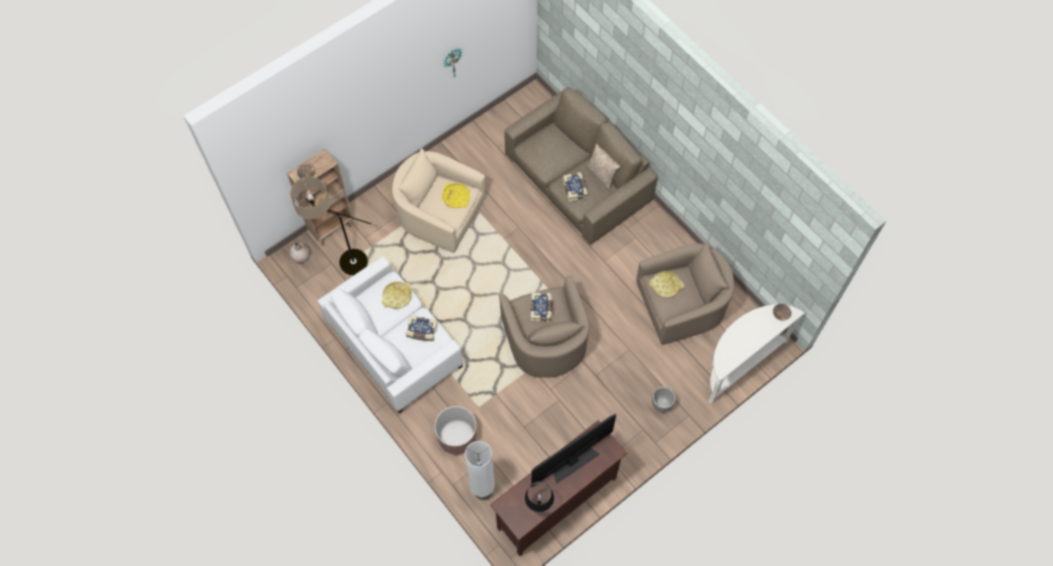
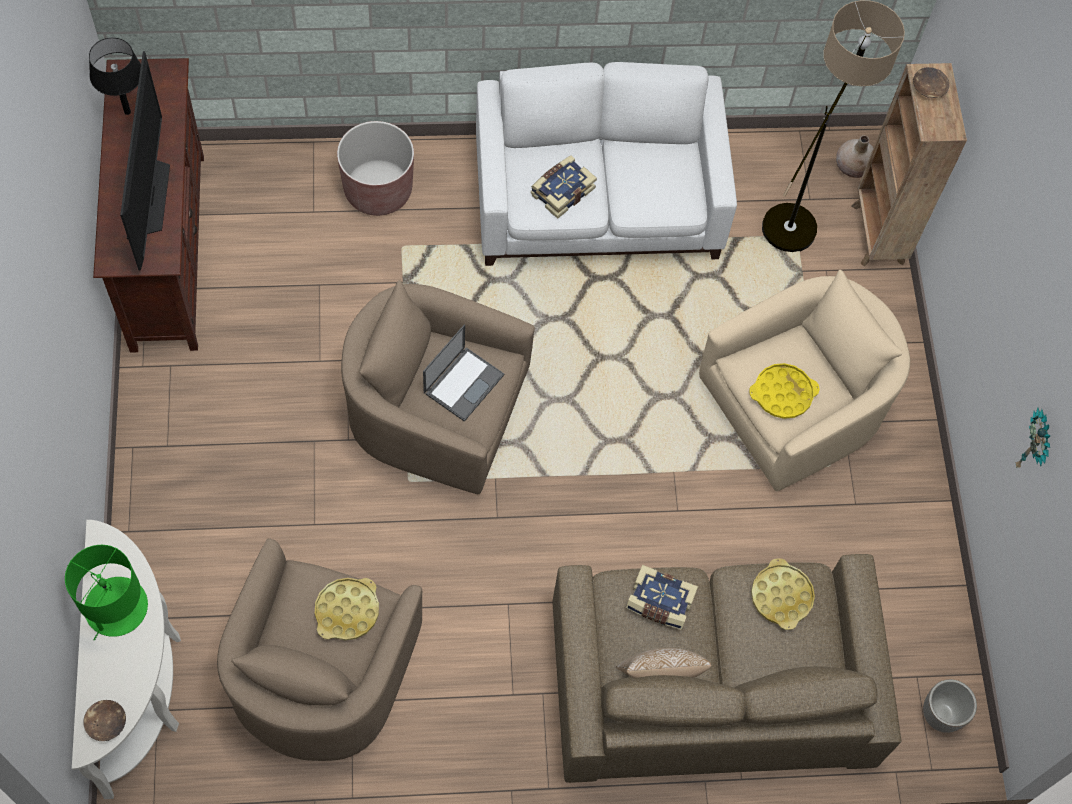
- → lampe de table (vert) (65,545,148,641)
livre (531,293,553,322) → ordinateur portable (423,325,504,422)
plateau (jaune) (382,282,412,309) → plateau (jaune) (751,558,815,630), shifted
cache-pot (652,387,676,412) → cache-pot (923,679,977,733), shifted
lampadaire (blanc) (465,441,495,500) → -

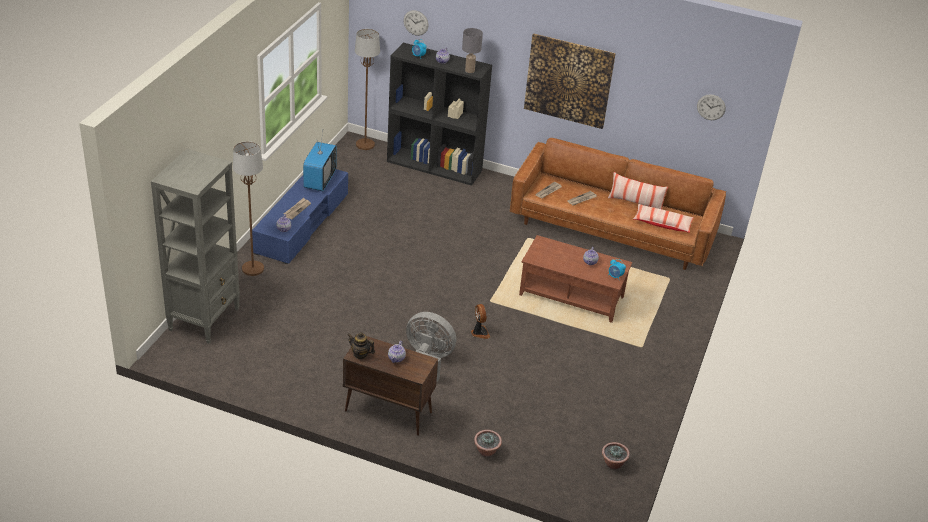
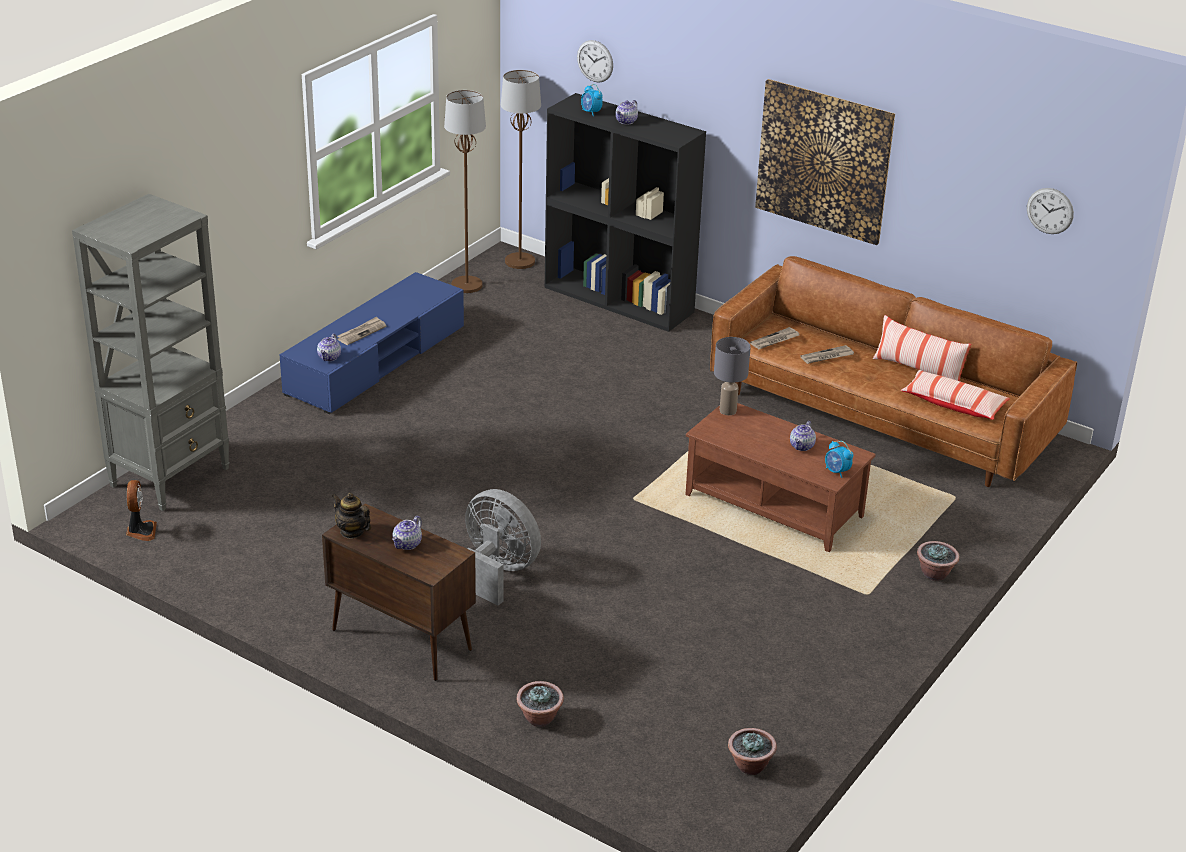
ventilateur (471,304,490,339) → ventilateur (126,480,157,541), shifted
lampadaire (marron) (233,141,264,276) → lampadaire (marron) (444,90,486,293), shifted
lampe de table (gris) (462,28,483,73) → lampe de table (gris) (714,337,751,415), shifted
- → plante en pot (917,541,959,581)
téléviseur (303,132,337,191) → -

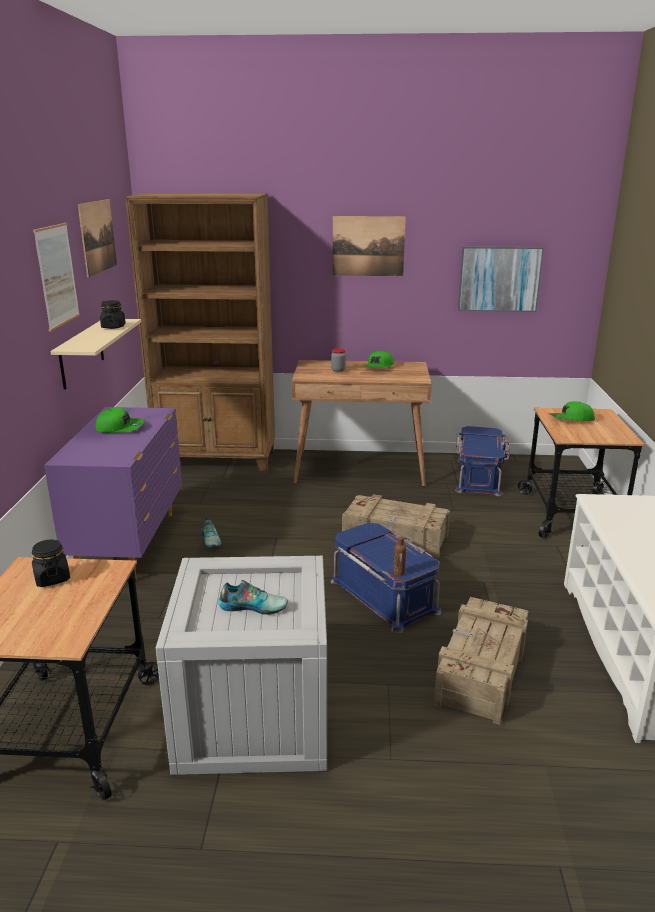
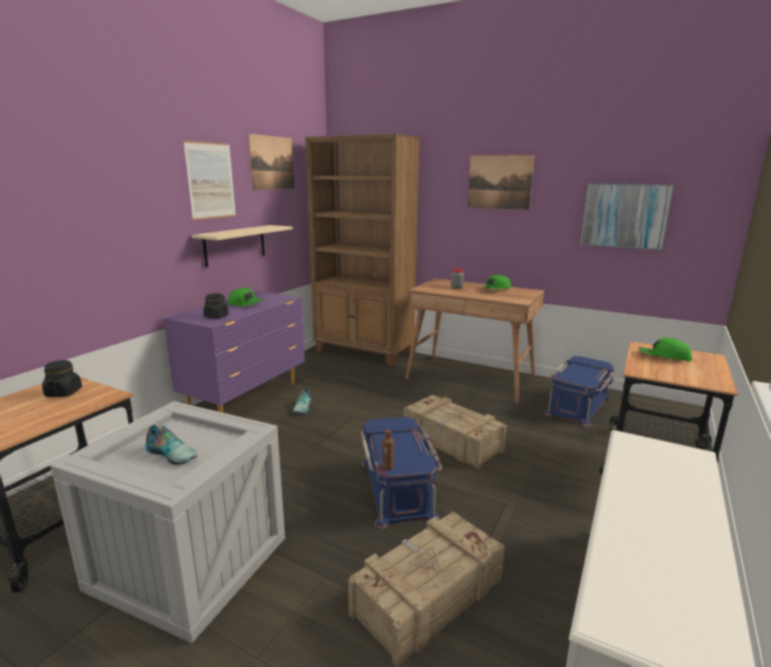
bocal (noir) (100,300,126,329) → bocal (noir) (203,293,229,319), shifted

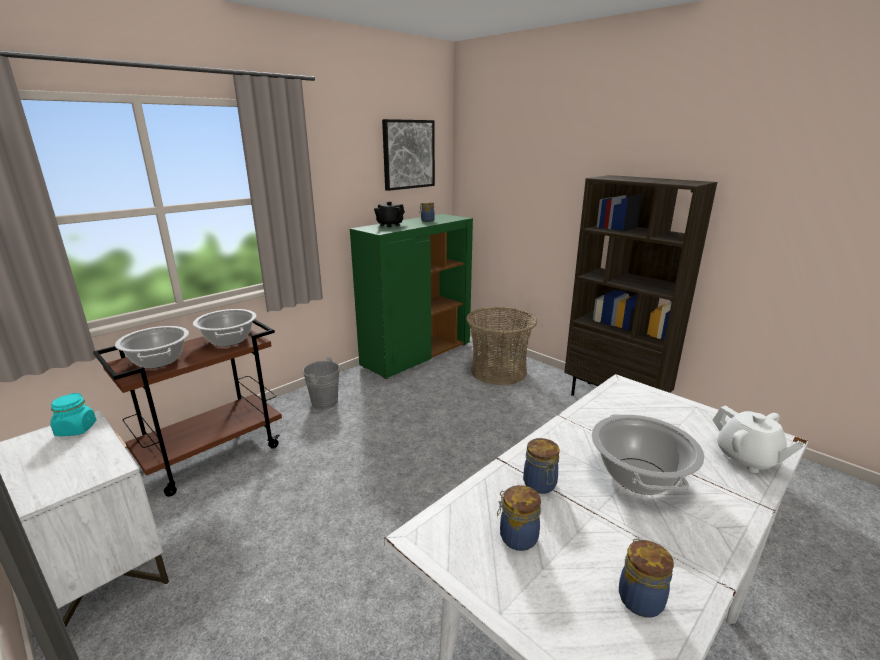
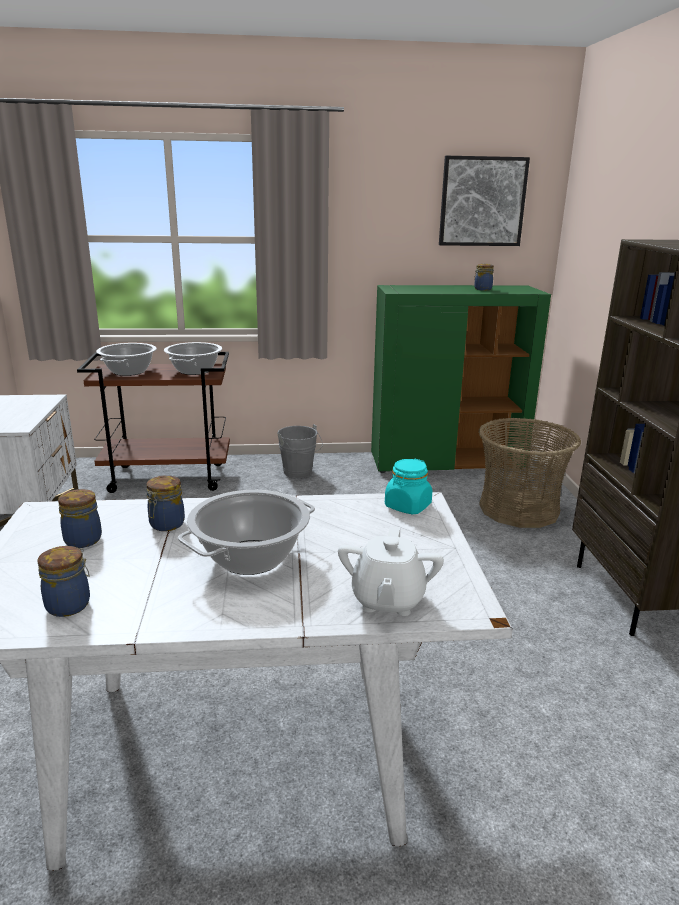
bocal (turquoise) (50,393,96,436) → bocal (turquoise) (385,459,432,514), shifted
théière (noir) (374,202,405,227) → -

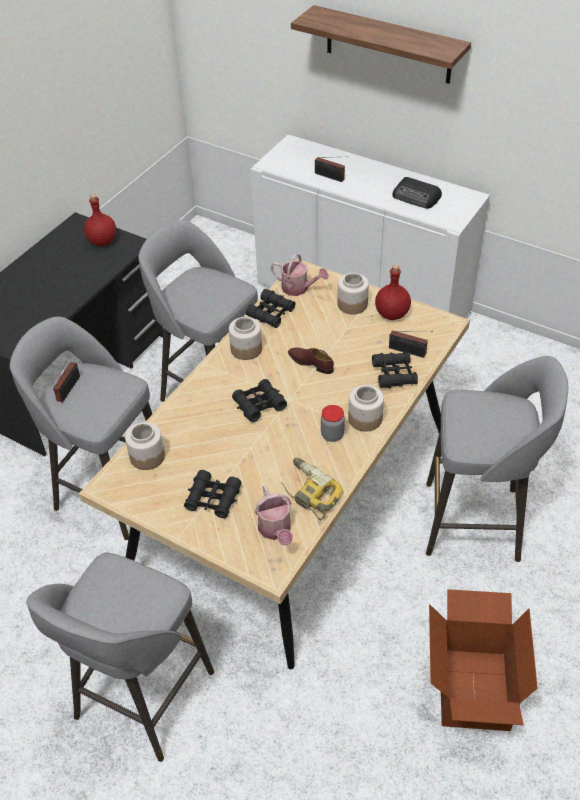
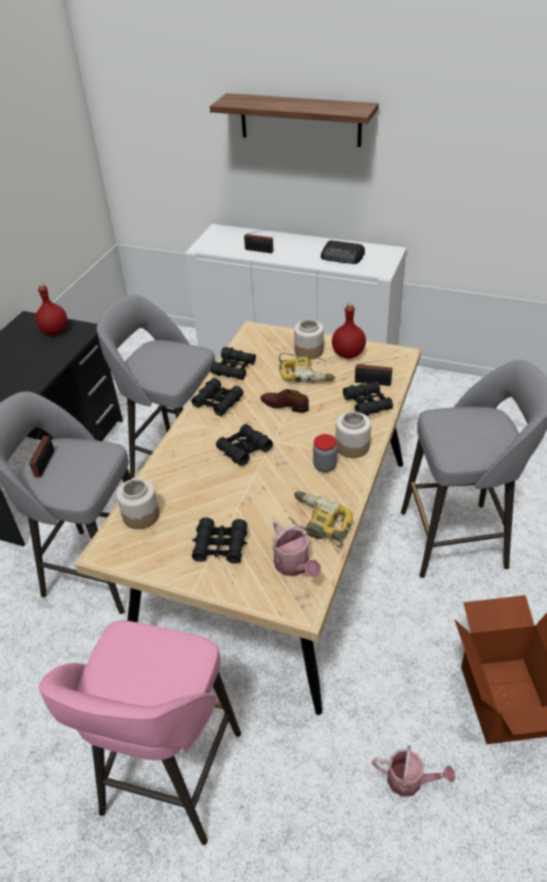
tabouret (gris) (26,553,214,762) → tabouret (rose) (39,621,241,845)
bocal (229,317,262,360) → jumelles (noir) (191,378,244,416)
- → perceuse (279,353,335,383)
arrosoir (271,254,328,296) → arrosoir (372,745,456,797), shifted

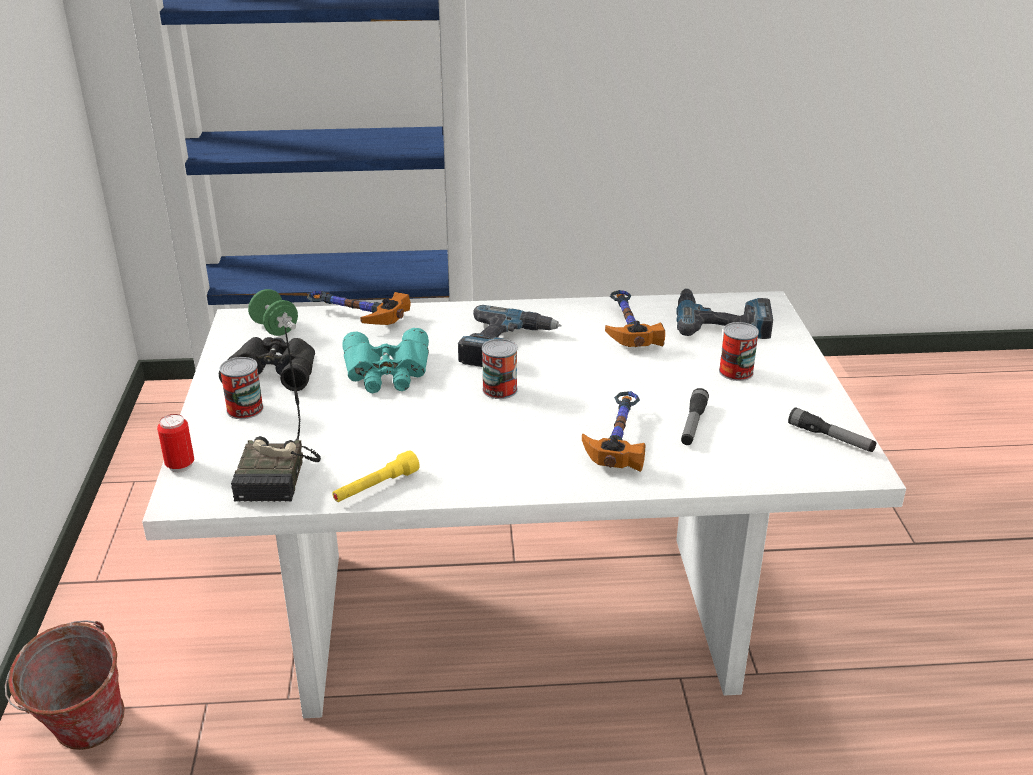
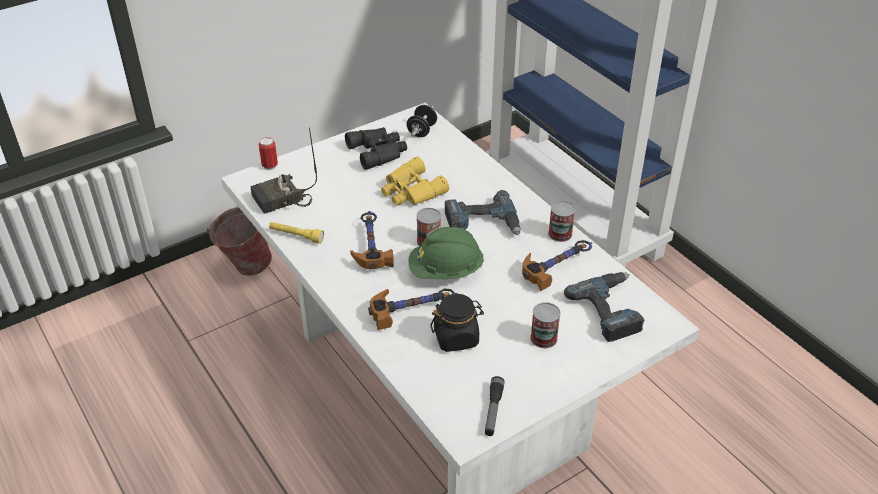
marteau (307,291,411,325) → marteau (350,211,394,269), shifted
jumelles (turquoise) (342,328,429,393) → jumelles (jaune) (381,156,449,206)
haltère (vert) (248,289,298,336) → haltère (noir) (407,105,437,137)
- → casque de chantier (vert) (408,227,484,279)
lampe de poche (681,388,709,445) → bocal (noir) (430,294,484,352)
boîte métallique (220,357,264,419) → boîte métallique (548,201,575,242), shifted

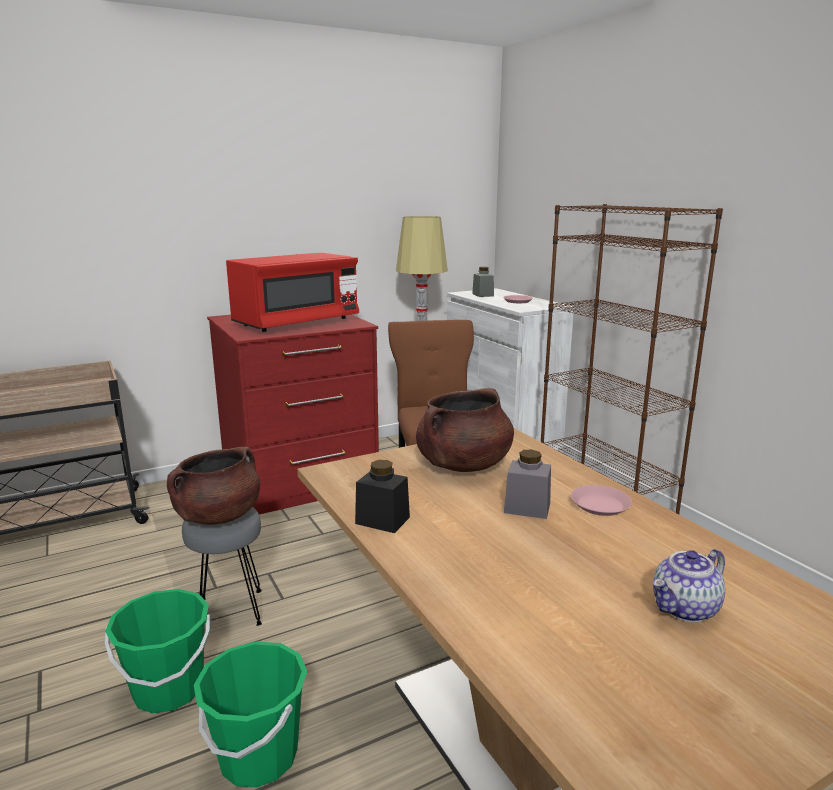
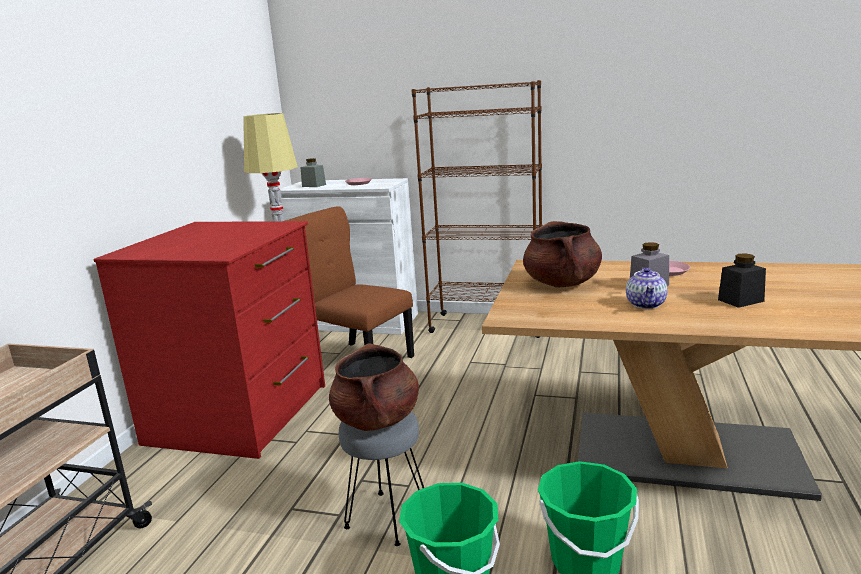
théière (653,549,725,622) → théière (626,267,667,309), shifted
bocal (noir) (355,460,410,533) → bocal (noir) (718,253,766,308), shifted
micro-ondes (rouge) (226,253,359,332) → -

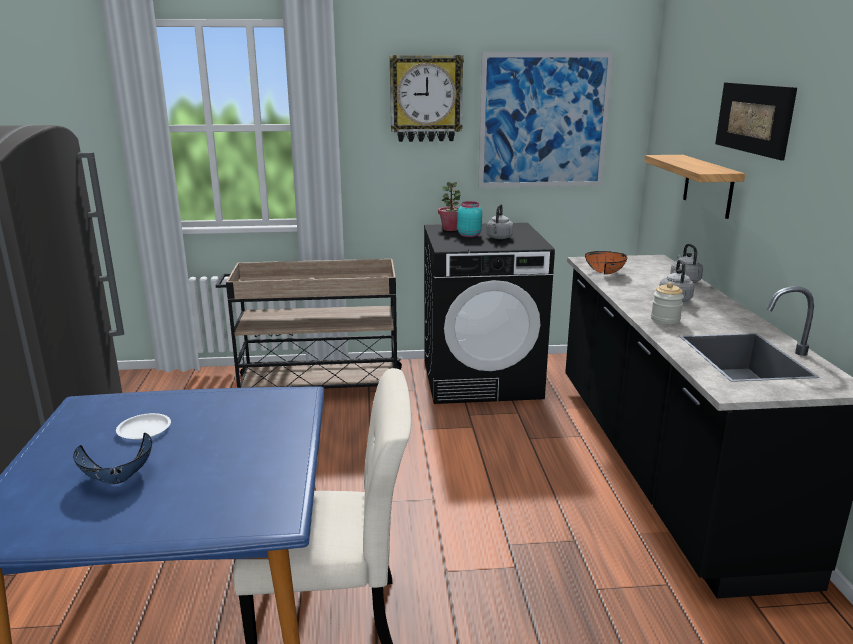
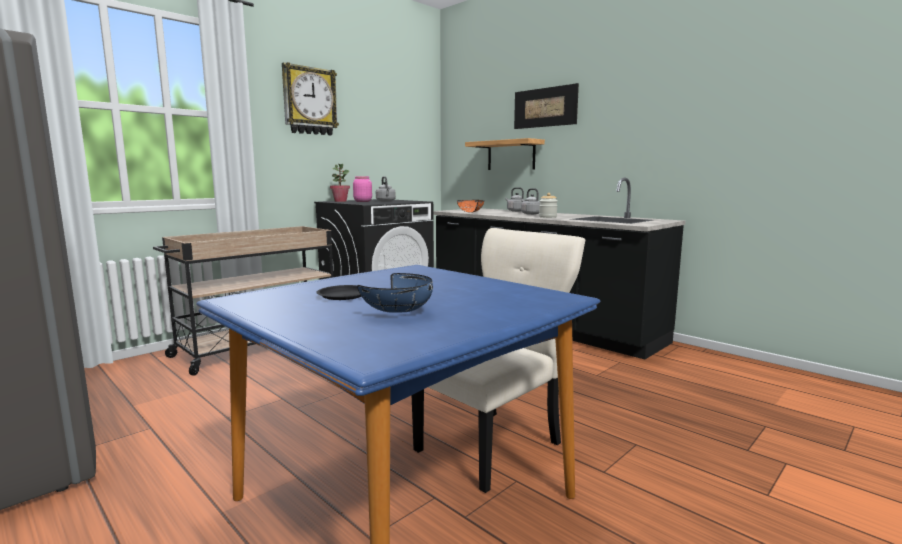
assiette (blanc) (116,413,171,440) → assiette (noir) (316,285,362,300)
bocal (turquoise) (457,201,482,237) → bocal (rose) (353,176,372,202)
tableau (478,52,614,188) → -

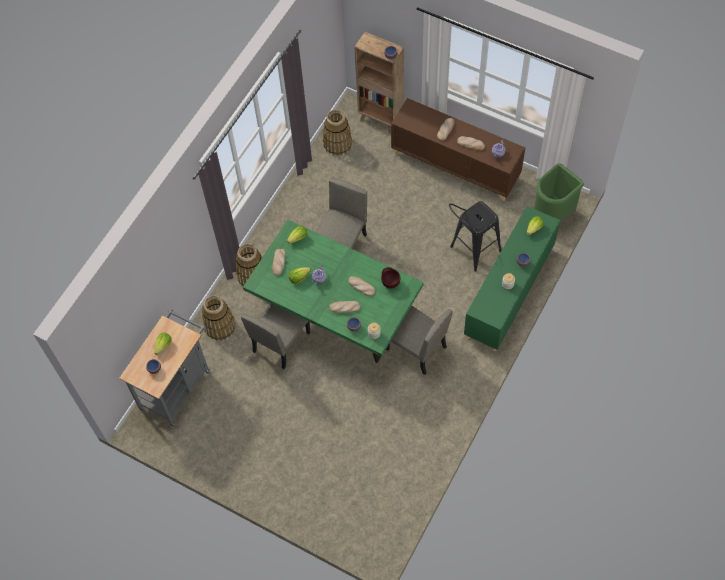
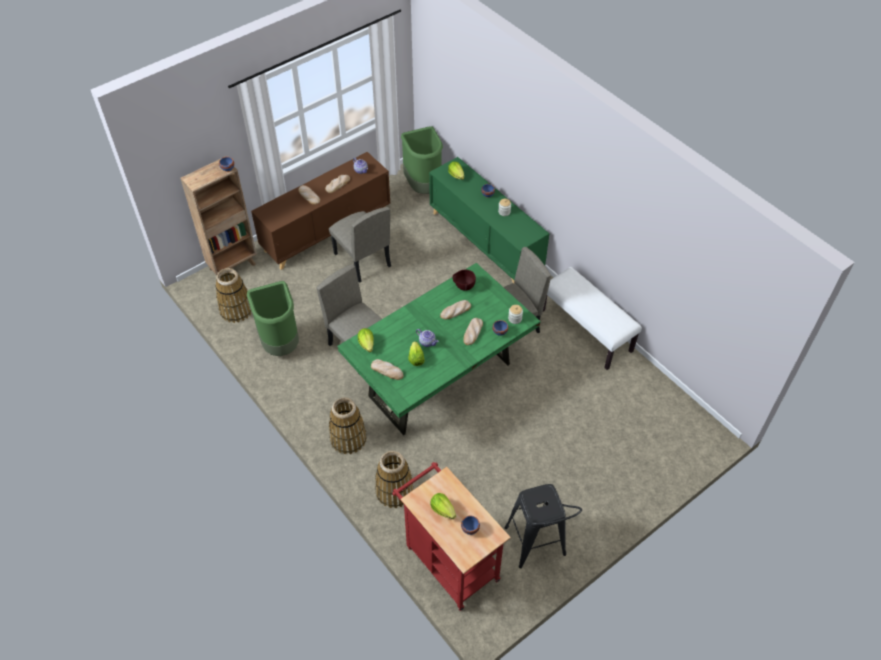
- → poubelle (vert) (247,281,299,356)
chaise (beige) (241,303,310,369) → chaise (beige) (329,207,391,283), shifted
chariot (gris) (119,309,210,427) → chariot (rouge) (392,462,511,611)
tabouret (noir) (449,201,502,271) → tabouret (noir) (505,484,582,568), shifted
- → banc (blanc) (543,267,642,370)

